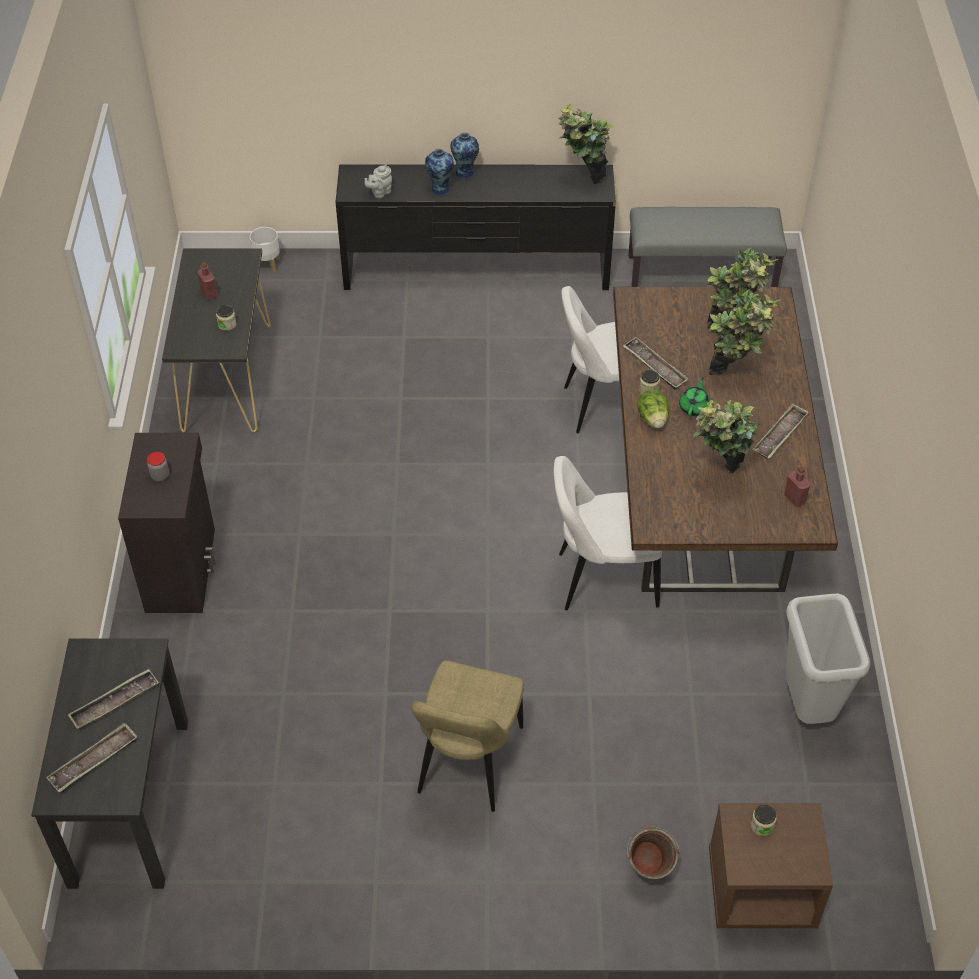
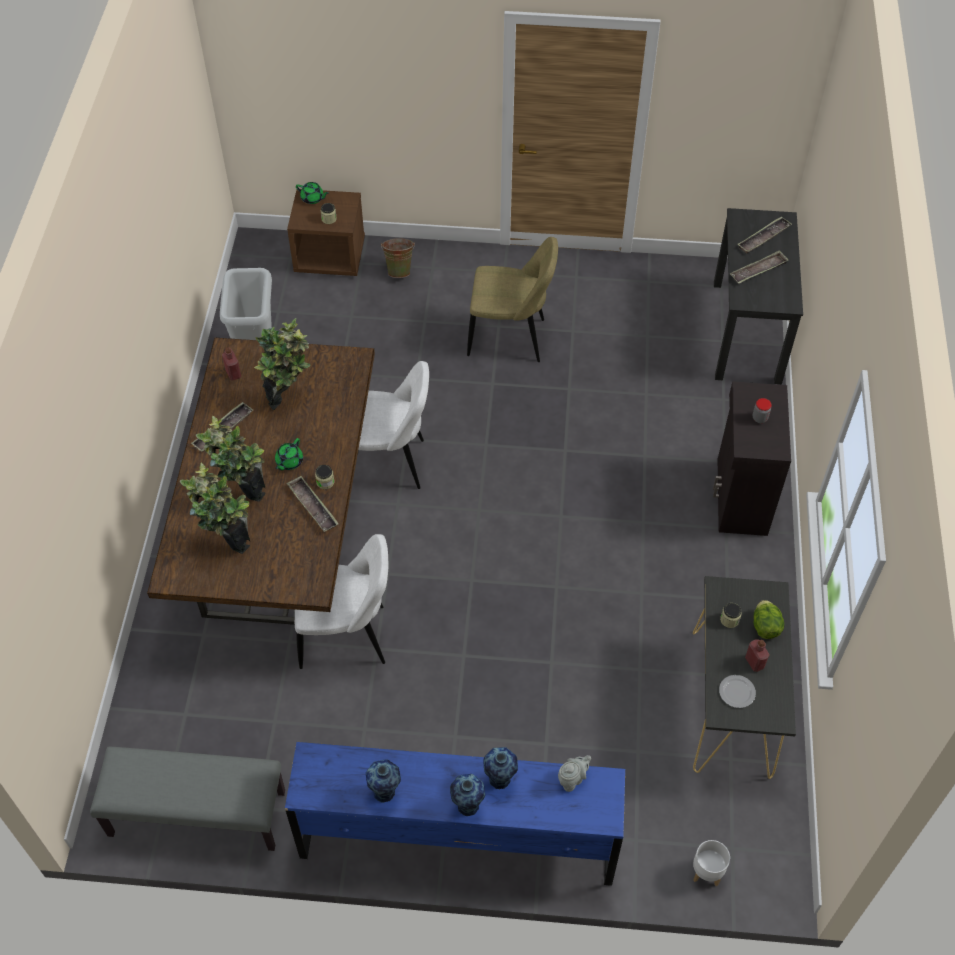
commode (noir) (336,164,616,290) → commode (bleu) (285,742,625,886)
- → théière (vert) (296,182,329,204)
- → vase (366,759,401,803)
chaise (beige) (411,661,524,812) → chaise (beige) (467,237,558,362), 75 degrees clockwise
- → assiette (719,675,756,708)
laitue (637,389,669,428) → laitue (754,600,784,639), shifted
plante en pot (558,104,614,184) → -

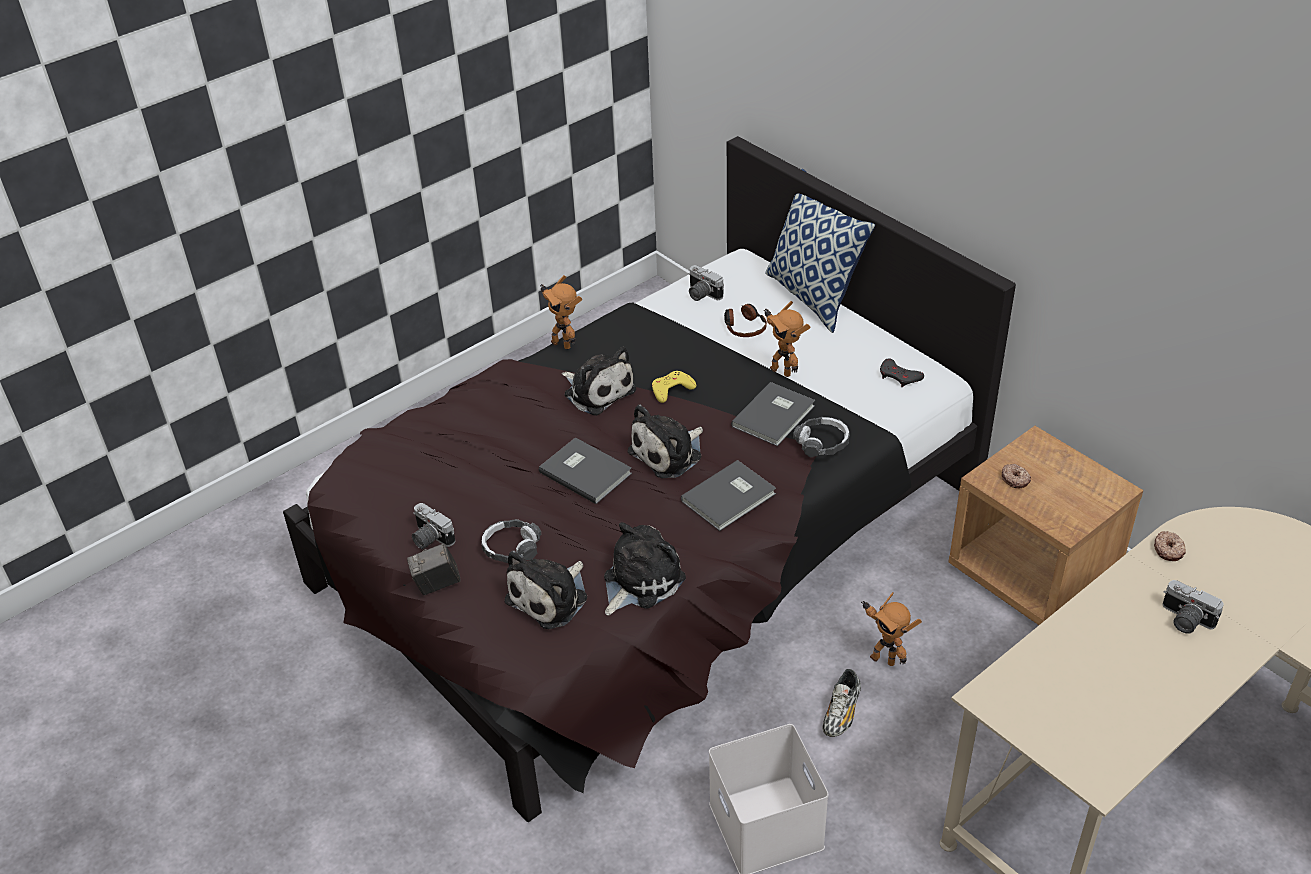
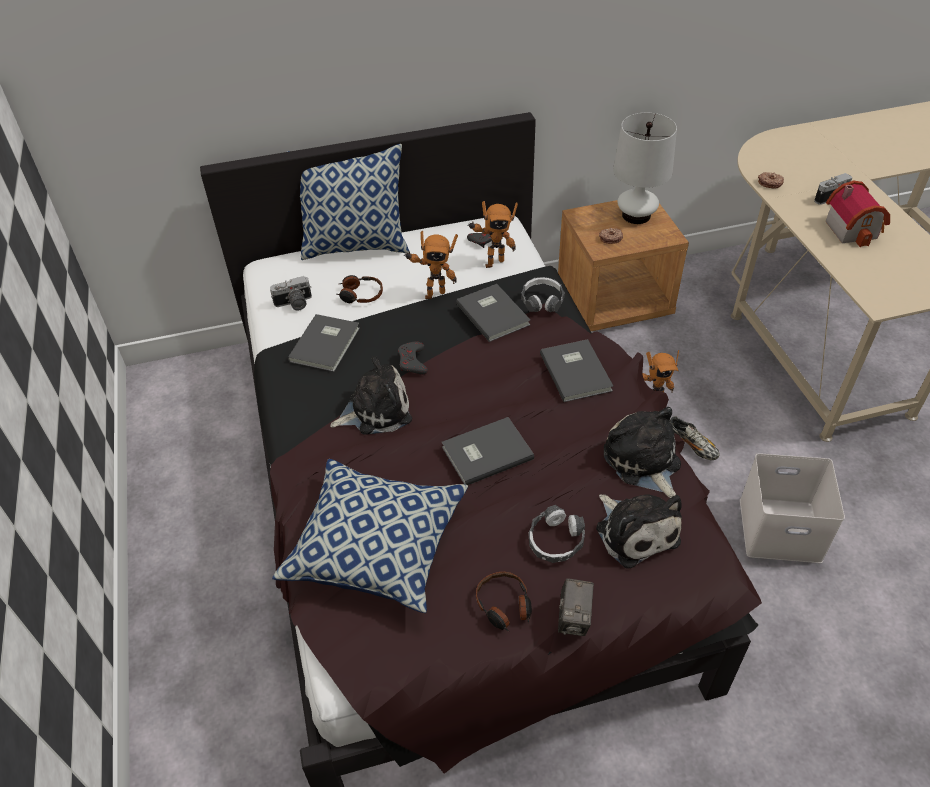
- → coussin (272,459,468,613)
- → livre (gris) (288,314,360,372)
manette (jaune) (652,371,696,403) → manette (gris) (398,342,428,375)
robot jouet (540,275,582,350) → robot jouet (468,201,518,268), shifted
appareil photo (412,503,456,549) → casque audio (476,572,532,632)
- → lampe de table (blanc) (613,113,677,224)
- → maison miniature (825,181,890,247)
peluche (627,405,703,478) → -

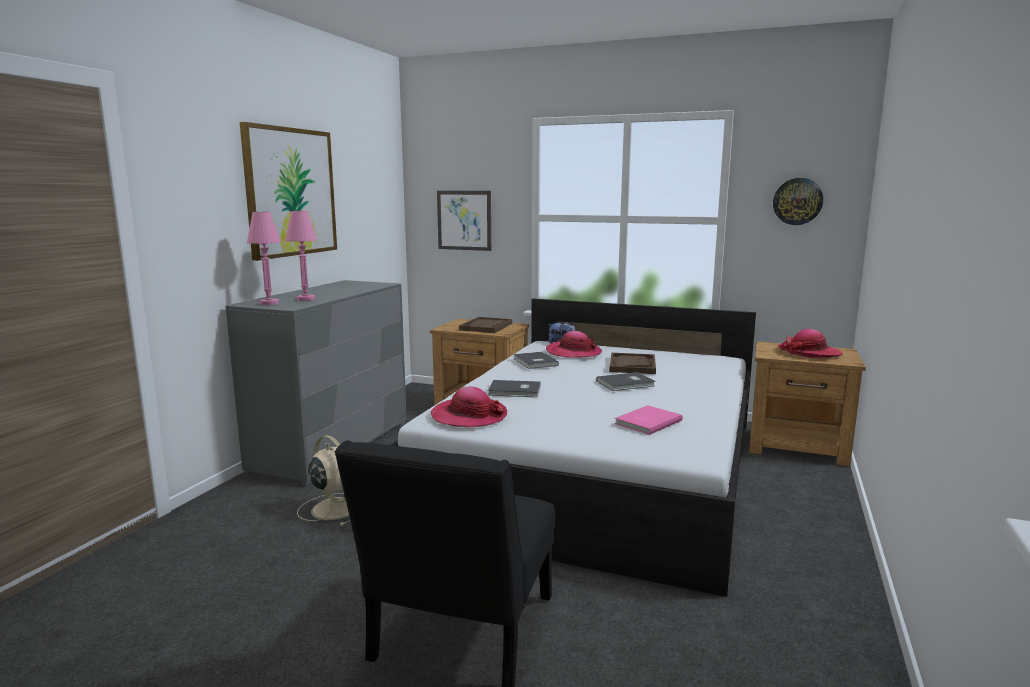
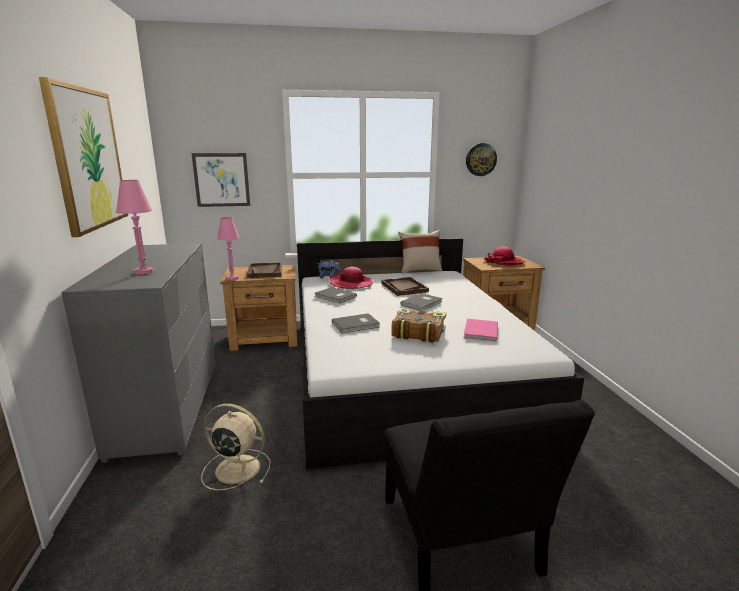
lampe de table (rose) (247,212,281,305) → lampe de table (rose) (217,217,240,280), shifted
- → livre (391,308,446,343)
- → coussin (beige) (398,230,442,274)
chapeau (431,387,507,427) → -

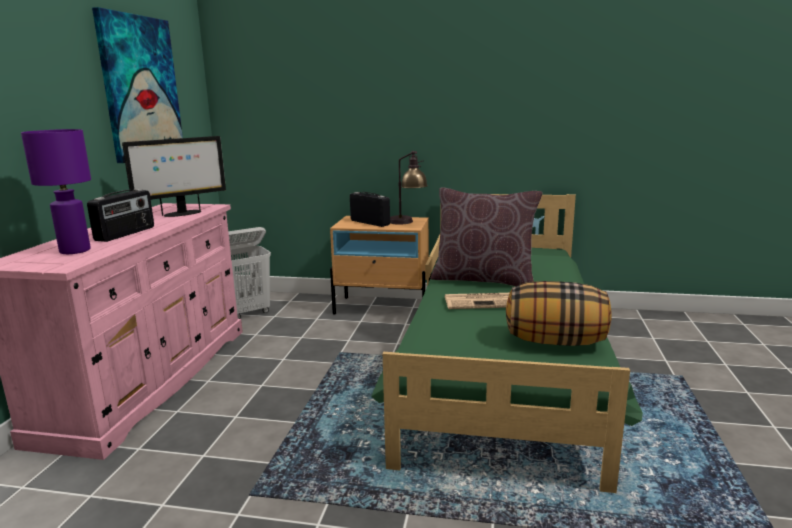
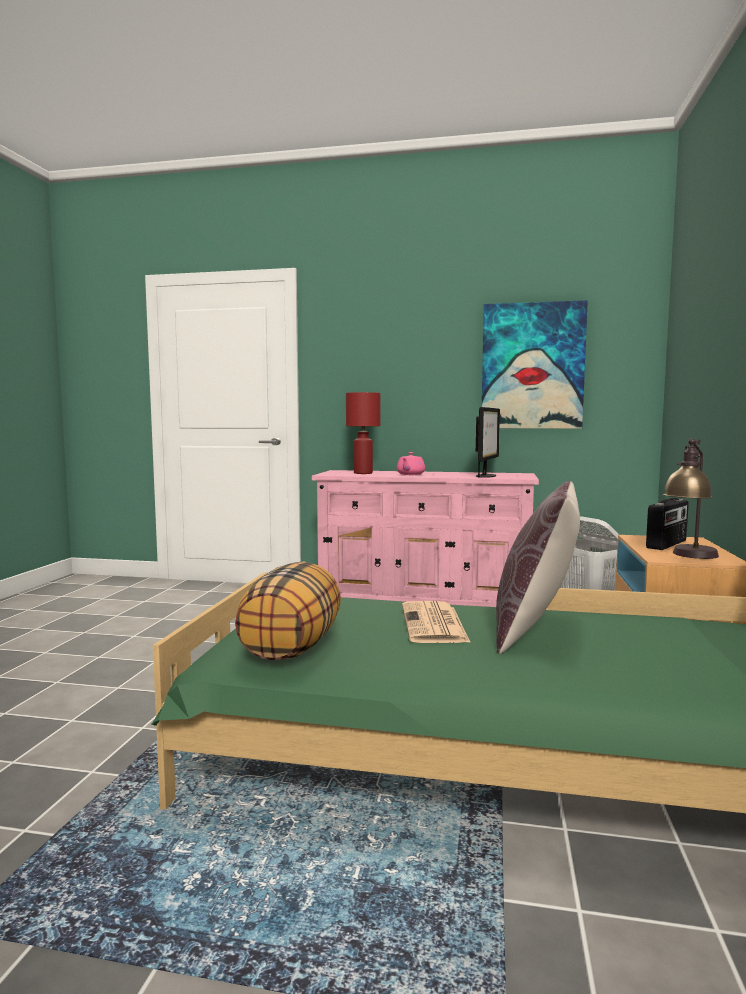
lampe de table (violet) (21,129,91,254) → lampe de table (rouge) (346,392,380,474)
radio (87,189,154,242) → théière (rose) (397,452,425,475)
écran d'ordinateur (122,136,226,217) → écran d'ordinateur (476,407,500,478), 120 degrees counterclockwise

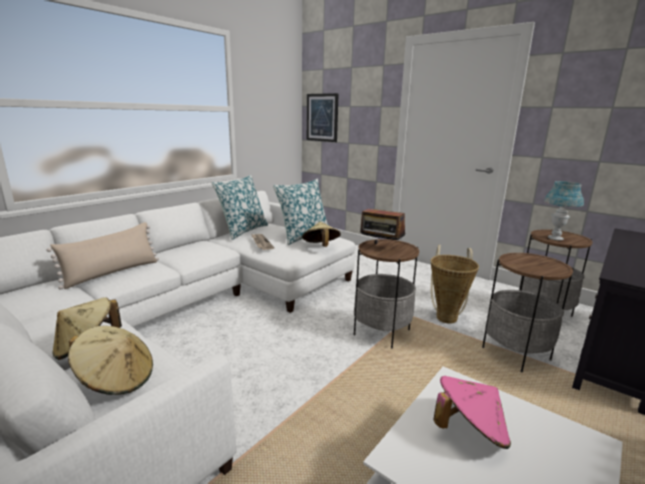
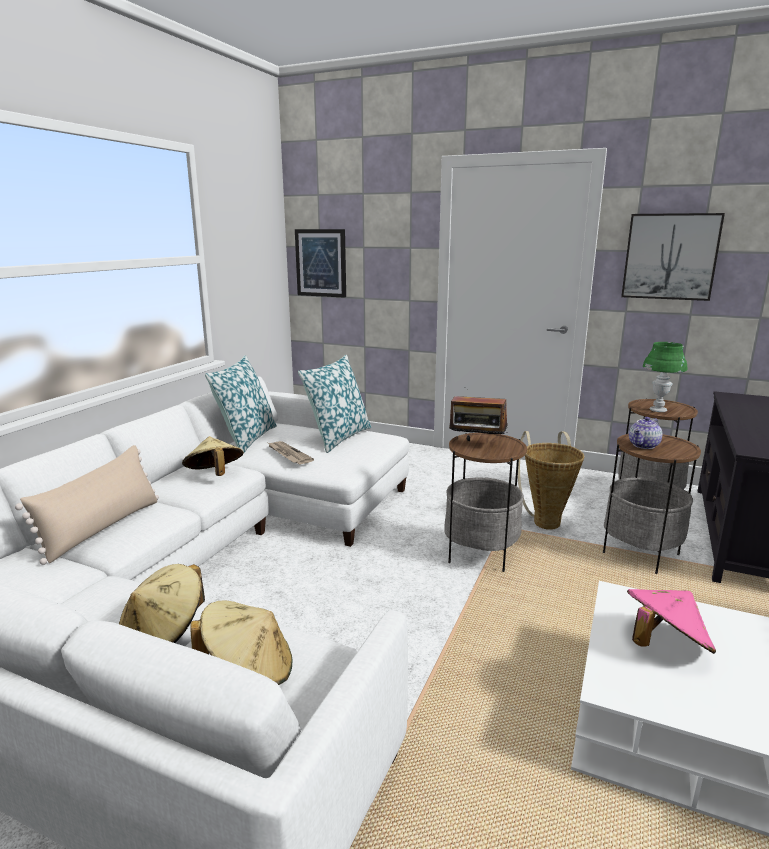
chapeau (beige) (302,222,341,247) → chapeau (beige) (182,436,244,476), shifted
- → tableau (621,213,725,301)
- → théière (629,417,662,449)
lampe de table (bleu) (544,181,584,241) → lampe de table (vert) (643,342,687,412)

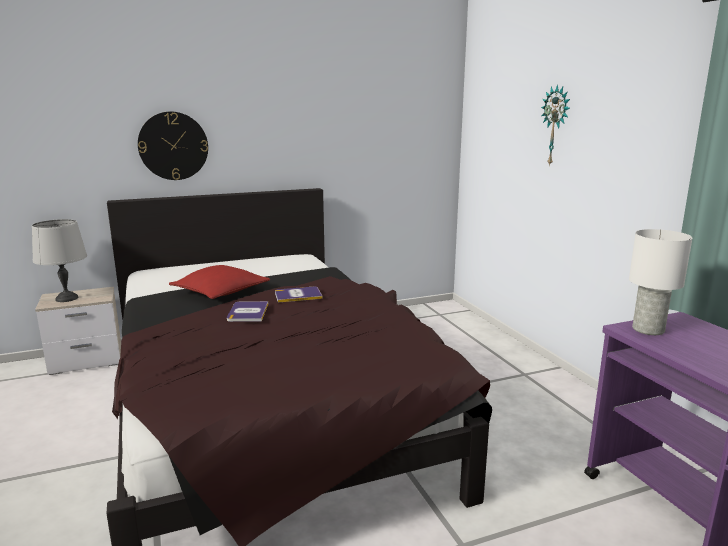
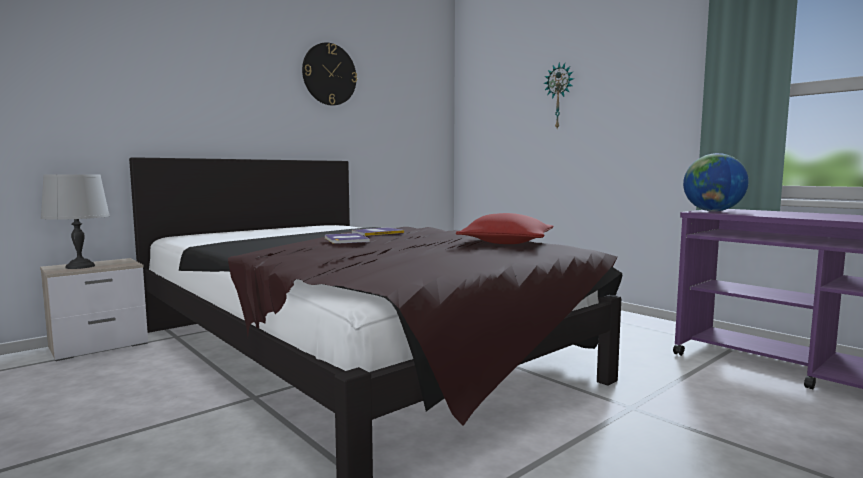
horloge murale (138,112,208,180) → horloge murale (302,43,357,106), shifted
coussin (rouge) (169,265,270,299) → coussin (rouge) (456,213,553,244), shifted
lampe de table (blanc) (629,229,693,335) → globe (683,153,749,212)

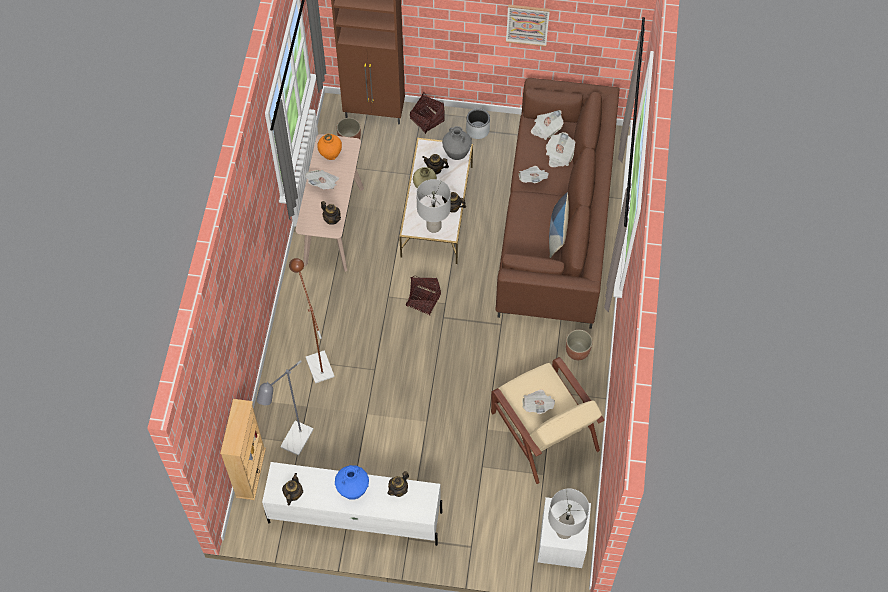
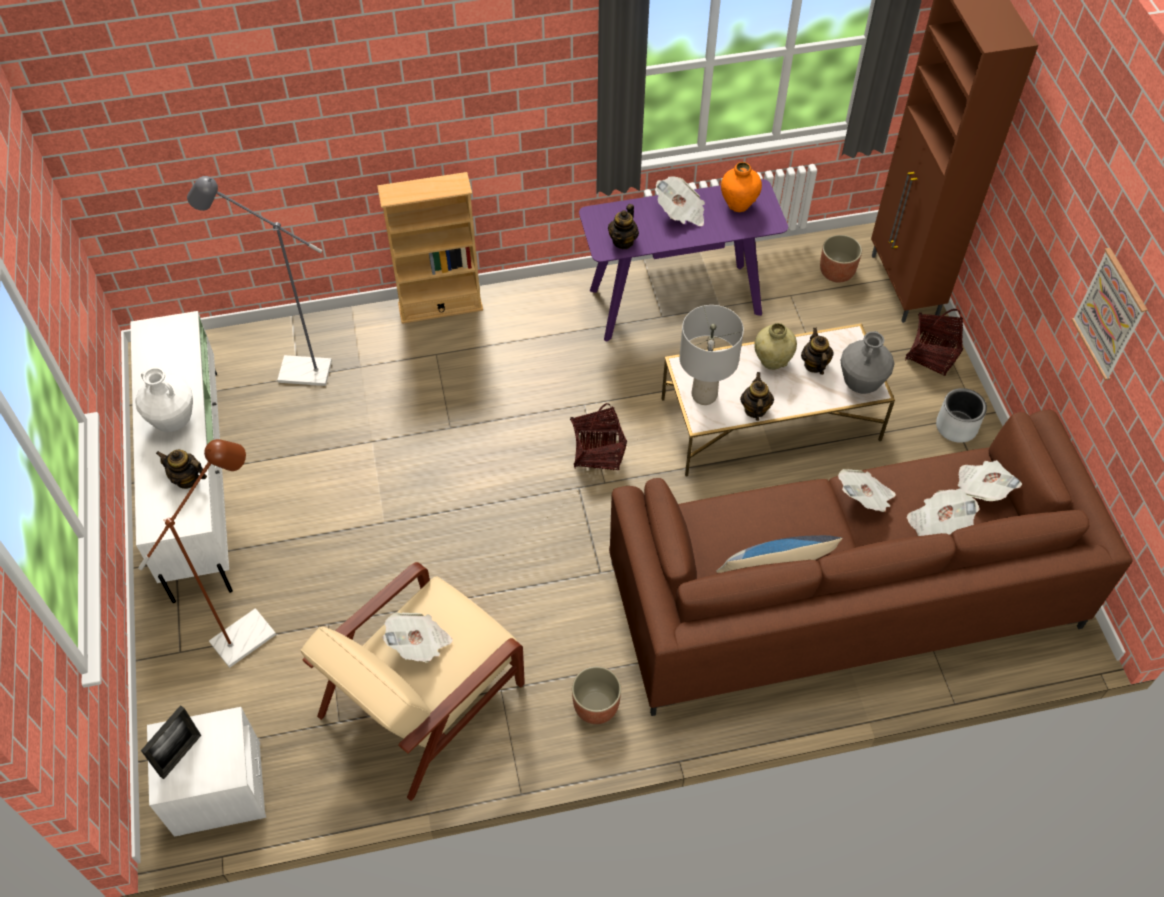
vase (bleu) (335,465,369,500) → vase (blanc) (135,367,193,432)
lampadaire (marron) (289,258,334,383) → lampadaire (marron) (138,439,276,668), shifted
lampe de table (gris) (548,488,589,539) → cadre photo (141,705,201,779)
bibliothèque (beige) (220,399,266,500) → bibliothèque (beige) (377,172,483,324), shifted
table console (beige) (295,134,364,272) → table console (violet) (579,179,788,342)
théière (282,473,303,506) → -

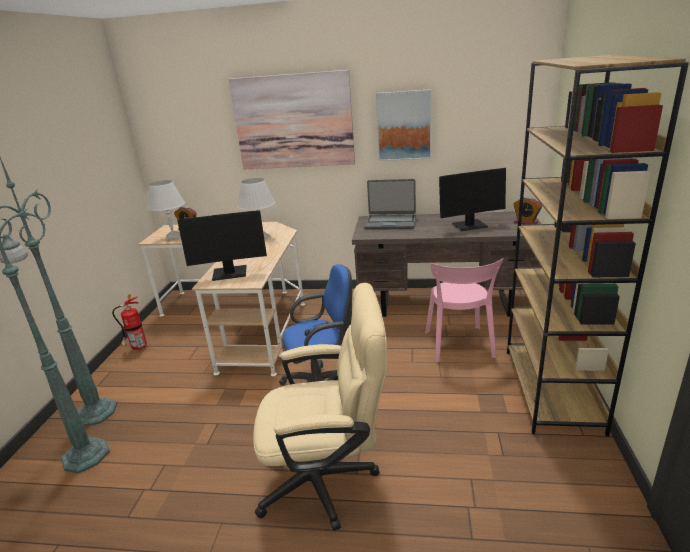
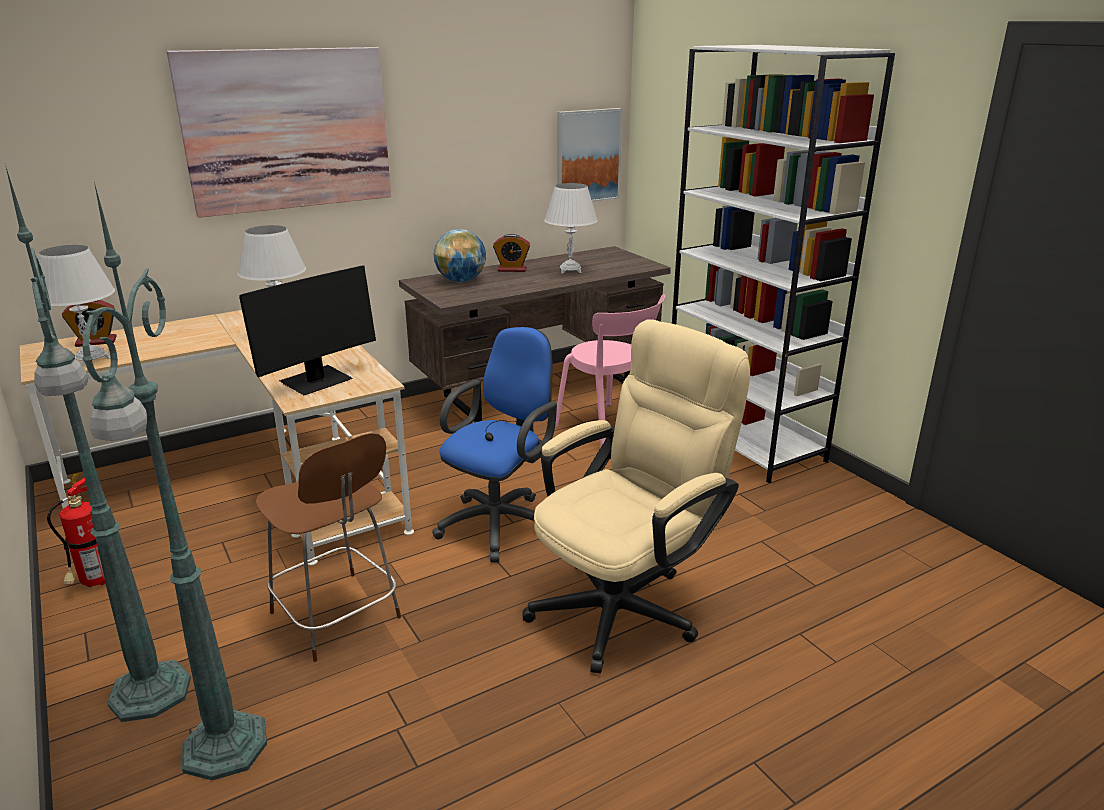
- → chaise (marron) (256,433,401,662)
ordinateur portable (364,179,416,229) → globe (434,229,486,282)
réveil (513,197,542,225) → réveil (493,234,530,272), shifted
écran d'ordinateur (439,168,506,231) → lampe de table (blanc) (544,183,598,274)
tableau (376,89,432,161) → tableau (557,108,622,202), shifted
bibliothèque (marron) (507,55,689,436) → bibliothèque (blanc) (672,45,895,483)

